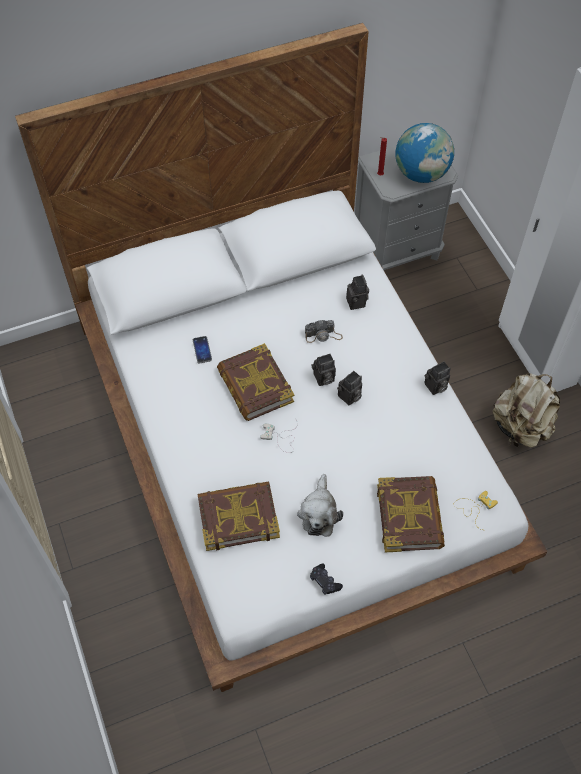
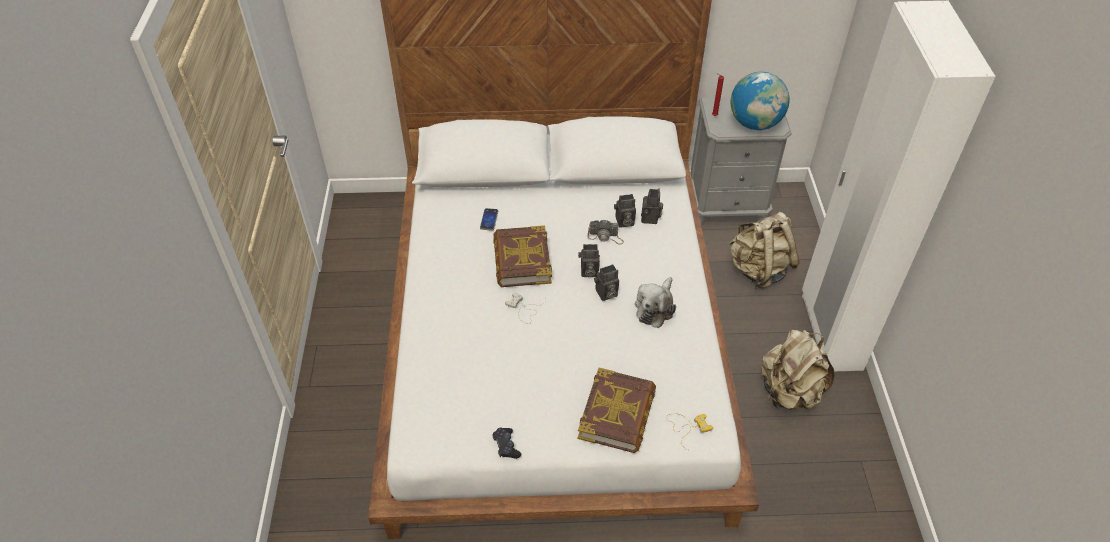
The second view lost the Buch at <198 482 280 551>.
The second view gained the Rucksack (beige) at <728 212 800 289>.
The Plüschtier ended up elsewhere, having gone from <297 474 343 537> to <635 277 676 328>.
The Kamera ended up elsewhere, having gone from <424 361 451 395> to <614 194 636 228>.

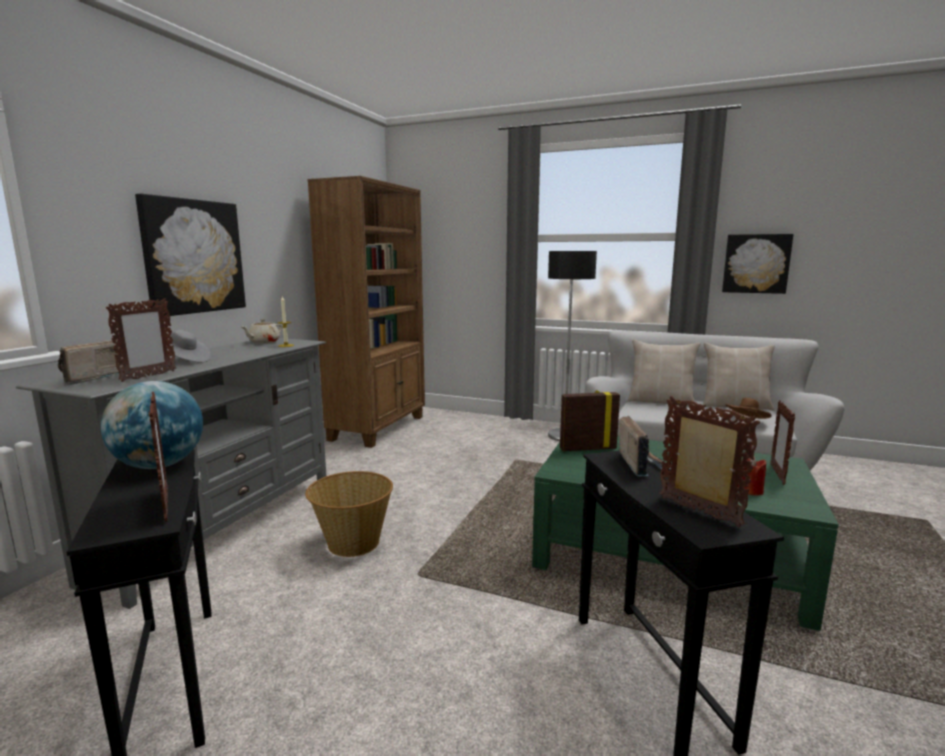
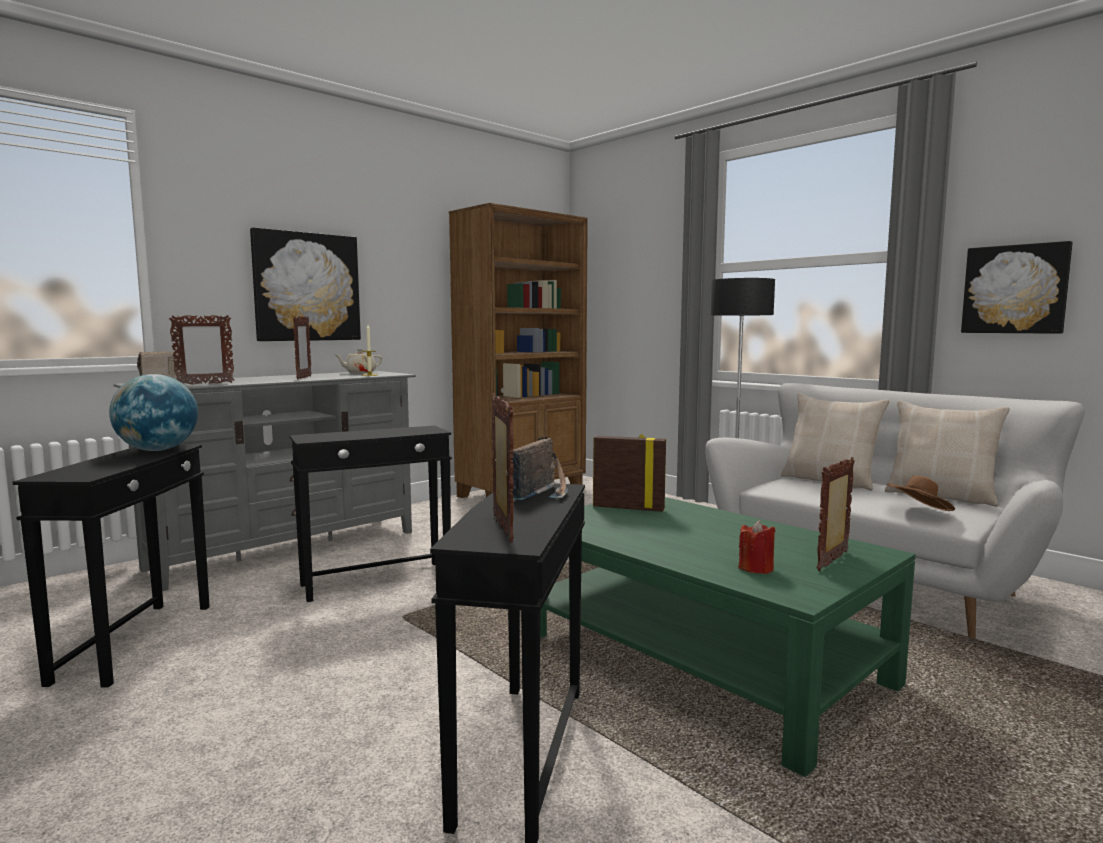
The second view lost the Hut (grau) at <167 330 212 363>.
The Bilderrahmen ended up elsewhere, having gone from <148 392 168 522> to <293 316 312 380>.
Where the Korb stood at <305 471 393 557>, the Beistelltisch (schwarz) came to stand at <290 426 452 602>.

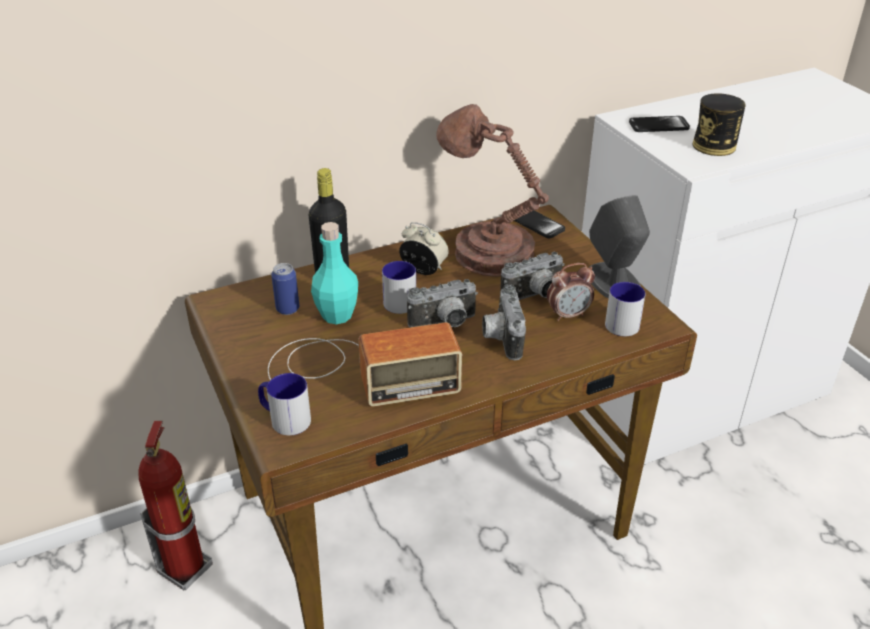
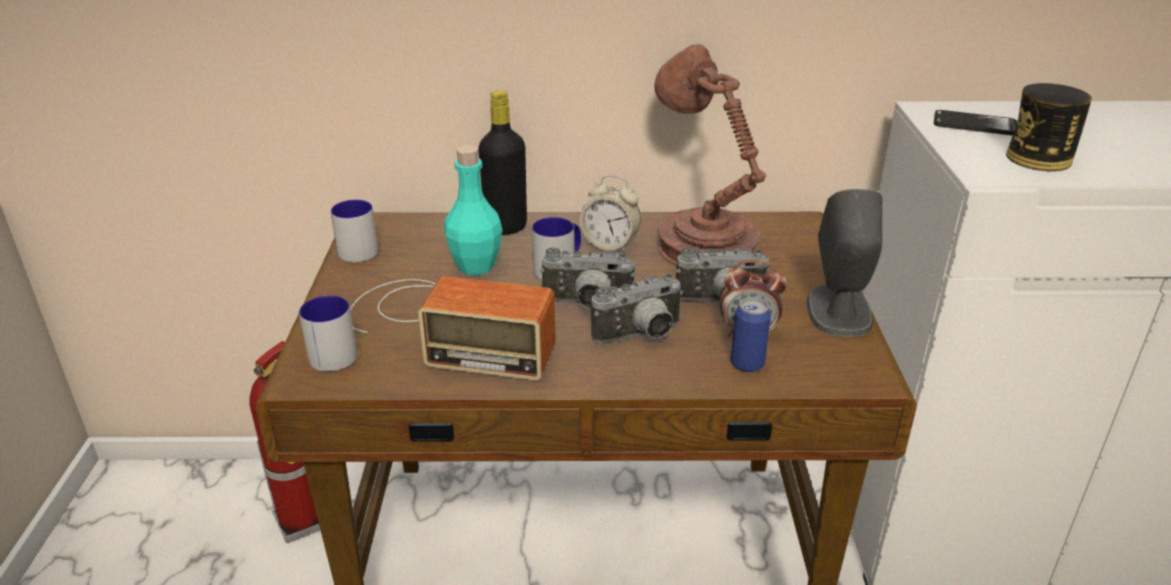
The second view lost the Handy at <513 211 565 238>.
The Dose ended up elsewhere, having gone from <271 263 299 315> to <731 297 771 373>.
The Henkelbecher ended up elsewhere, having gone from <605 282 645 336> to <331 200 378 262>.
The Wecker at <399 222 449 275> ended up facing another way, 150 degrees clockwise from before.
The Kamera at <482 284 526 360> ended up facing another way, 135 degrees counterclockwise from before.

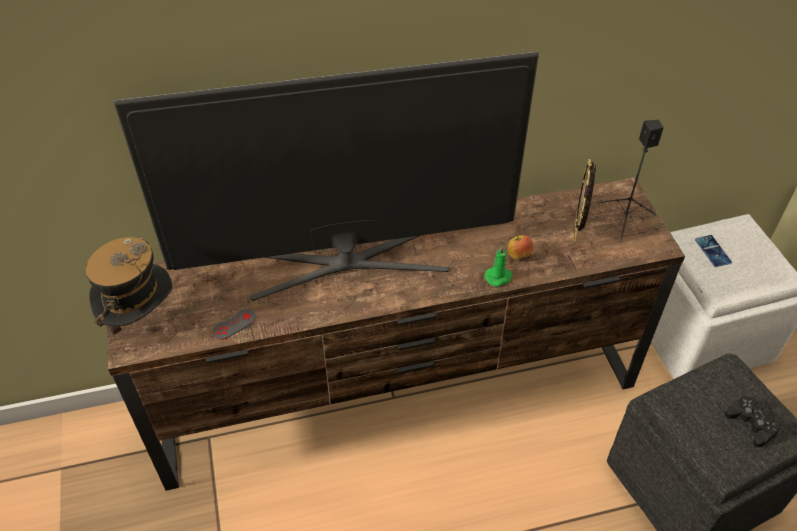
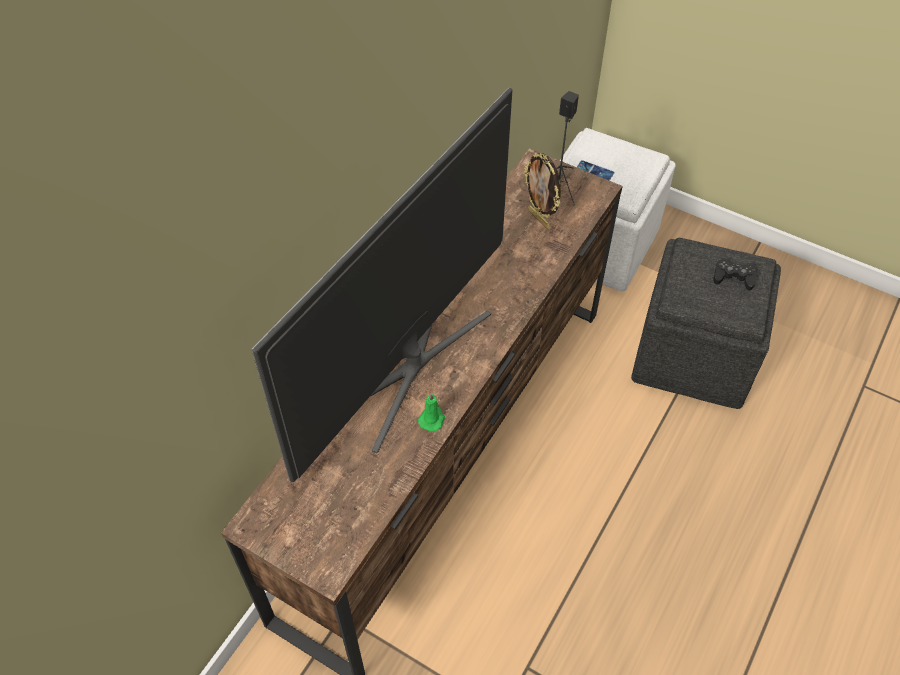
The second view lost the Hut at <86 237 172 352>.
The second view lost the Gamepad (grau) at <213 309 256 340>.
The second view lost the Apfel at <508 235 534 260>.
The Kerze (grün) ended up elsewhere, having gone from <484 245 513 287> to <418 393 445 432>.

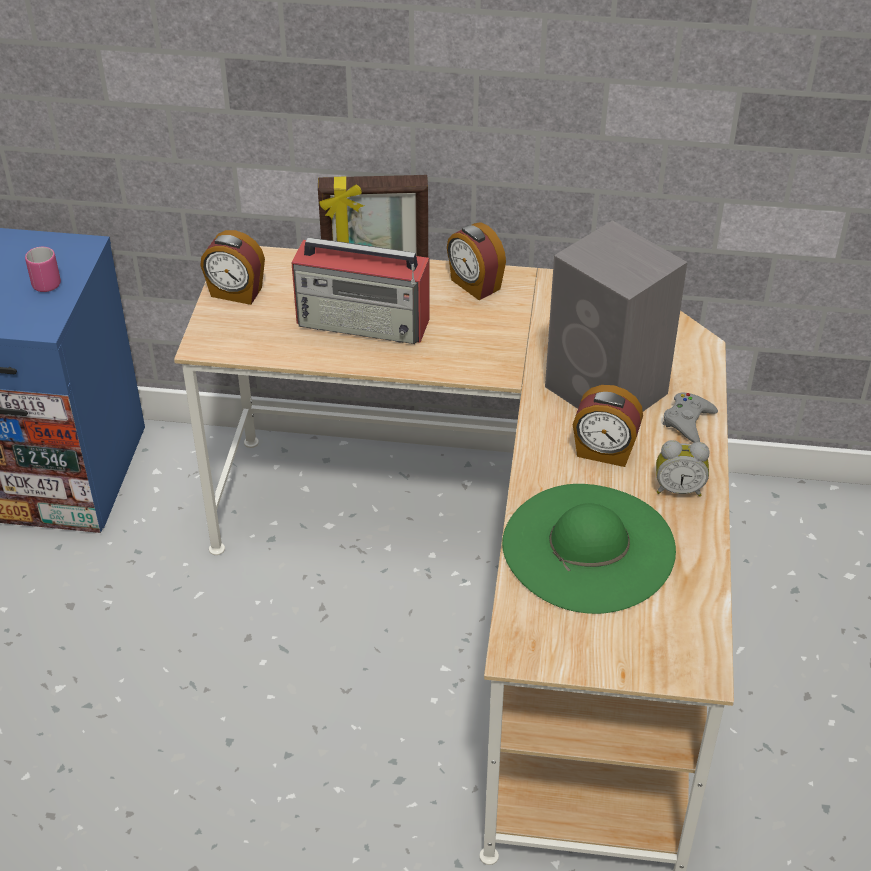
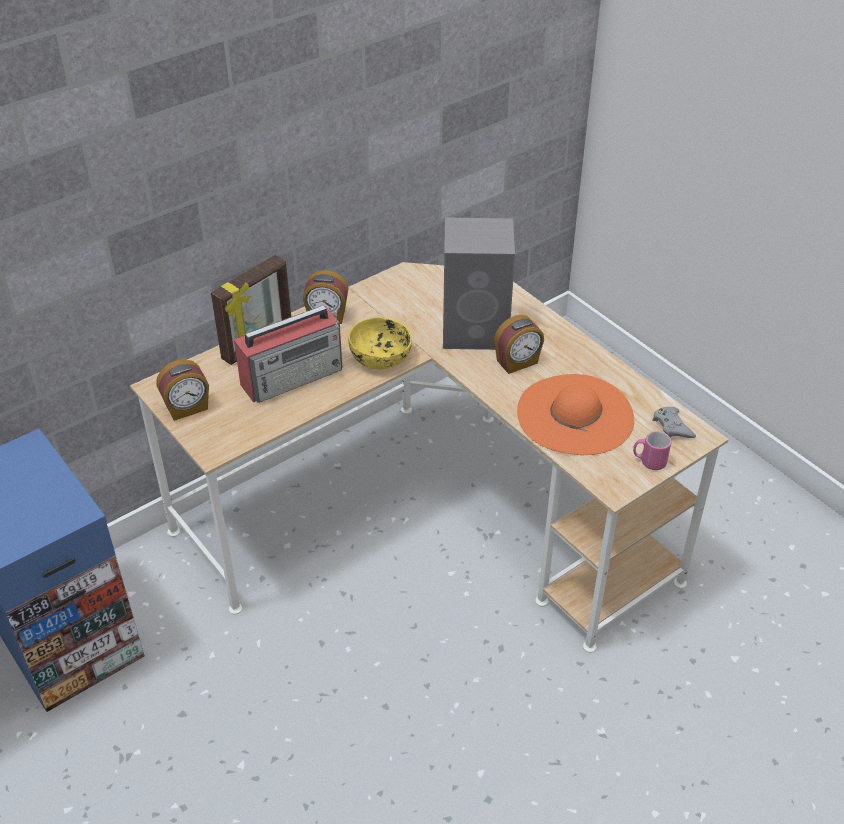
The second view lost the Wecker at <656 440 709 497>.
The second view gained the Schüssel (gelb) at <348 317 412 369>.
The Henkelbecher (rosa) ended up elsewhere, having gone from <25 247 61 292> to <633 431 671 470>.
The Gamepad (grau) ended up elsewhere, having gone from <662 393 718 443> to <653 407 696 438>.
What was the Hut (grün) at <502 484 676 614> turned into the Hut (orange) at <517 374 634 455>.

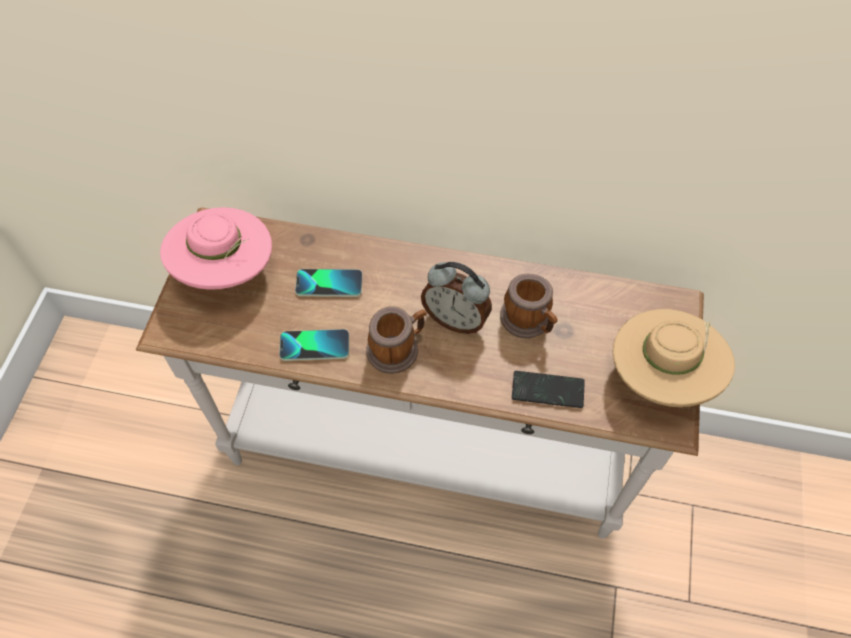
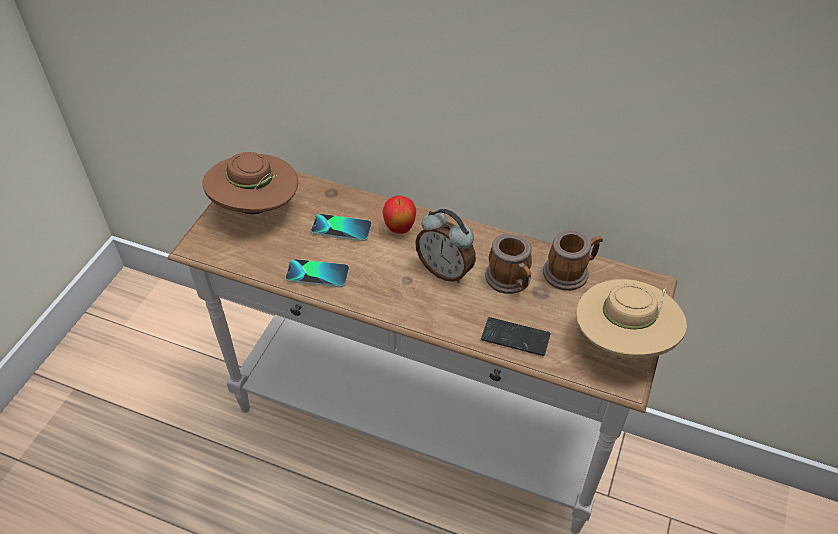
The second view gained the Apfel at <382 195 416 234>.
The Henkelbecher ended up elsewhere, having gone from <366 306 427 374> to <543 229 603 291>.
What was the Hut (rosa) at <160 207 272 290> turned into the Hut (braun) at <202 152 298 214>.

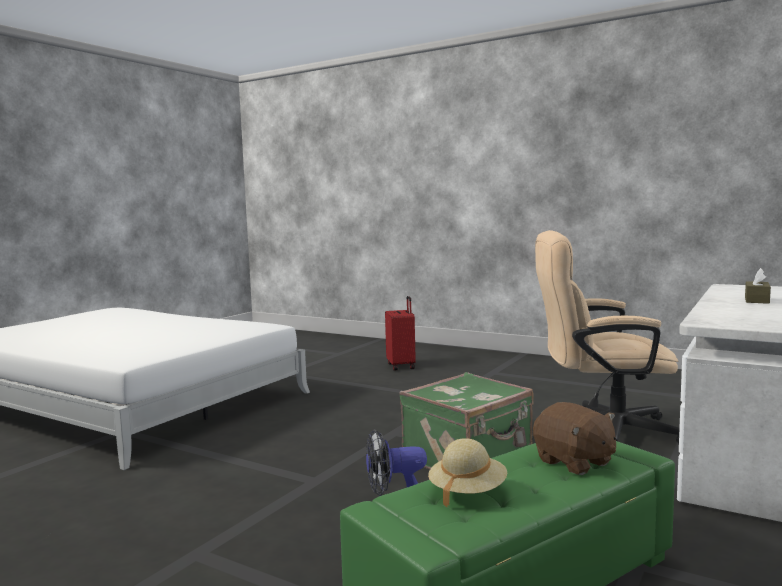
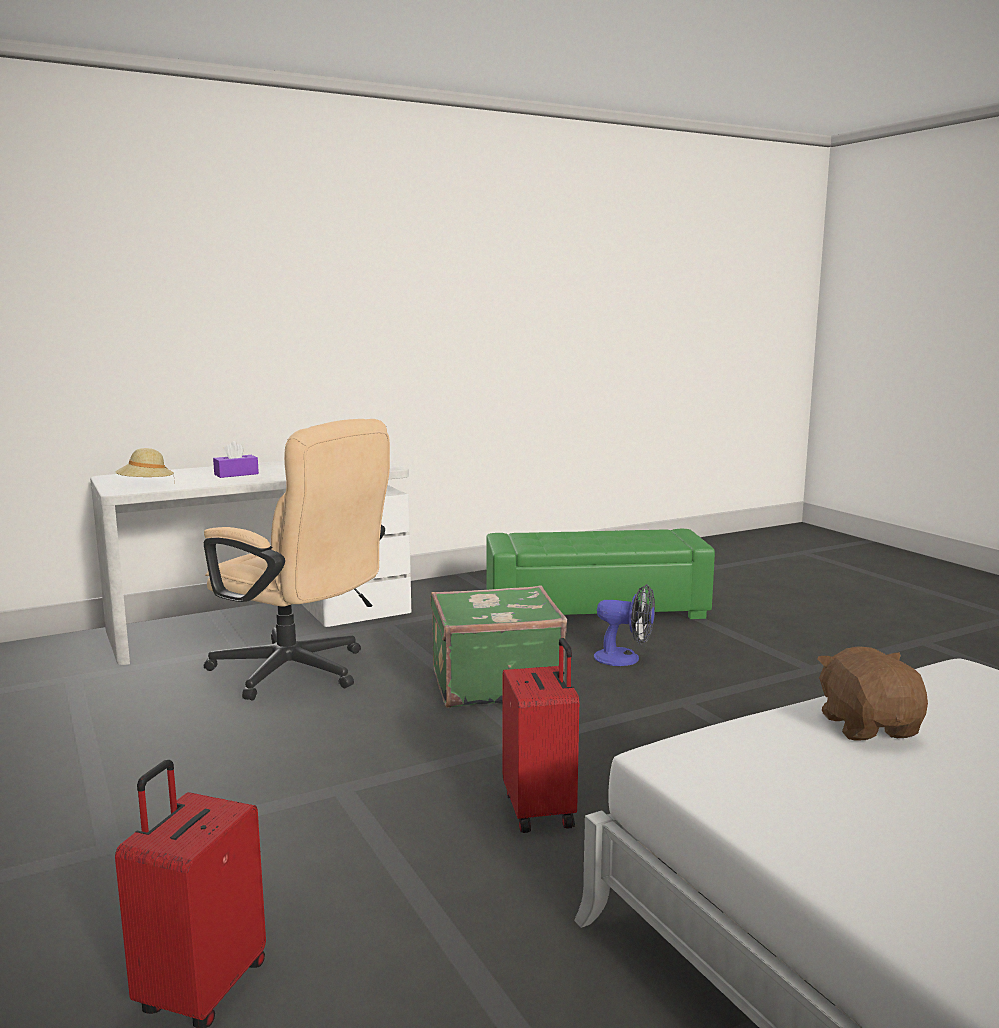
The second view gained the Koffer (rot) at <503 638 579 833>.
The Hut (beige) ended up elsewhere, having gone from <428 438 507 507> to <115 448 175 484>.
The Plüschtier (braun) ended up elsewhere, having gone from <533 402 616 475> to <817 646 928 741>.
What was the Taschentuchbox (braun) at <745 268 771 304> turned into the Taschentuchbox (lila) at <213 441 259 478>.

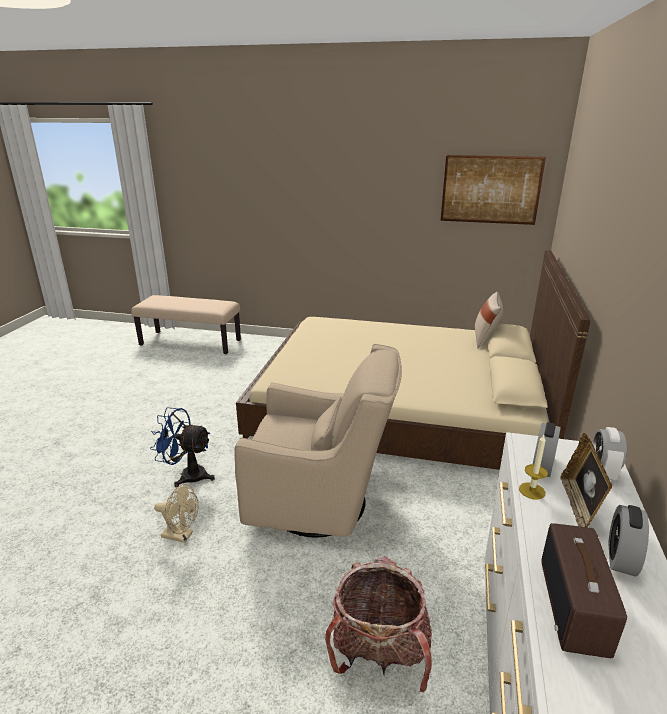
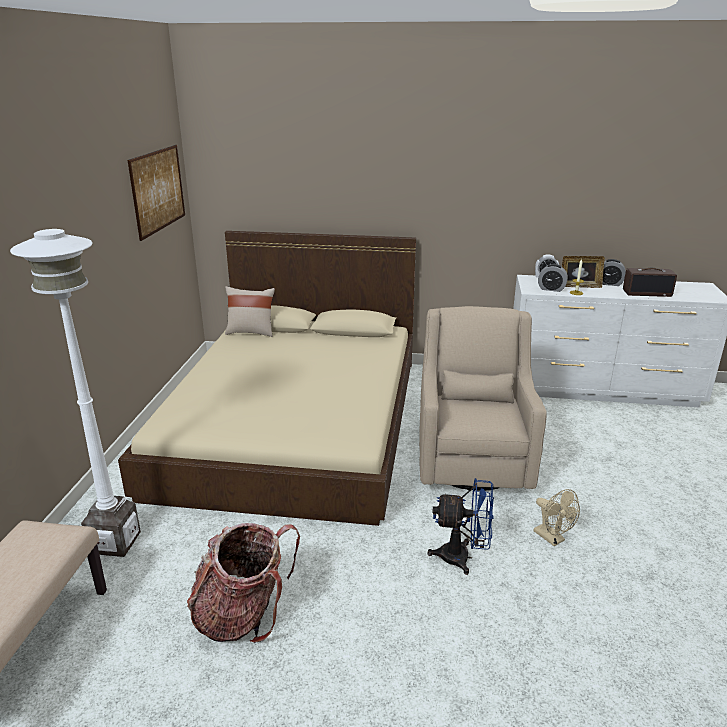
The second view gained the Stehlampe (weiß) at <10 229 141 557>.
The Rucksack ended up elsewhere, having gone from <325 556 432 693> to <187 523 300 643>.
The Ventilator (blau) at <150 407 215 487> ended up facing another way, 90 degrees counterclockwise from before.
The Ventilator (beige) at <154 484 199 543> ended up facing another way, 135 degrees clockwise from before.

